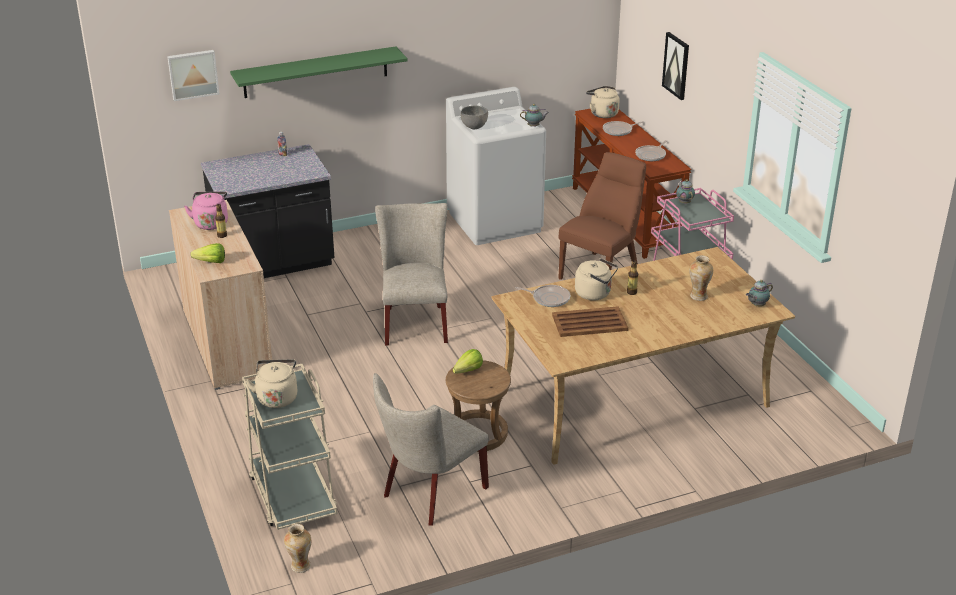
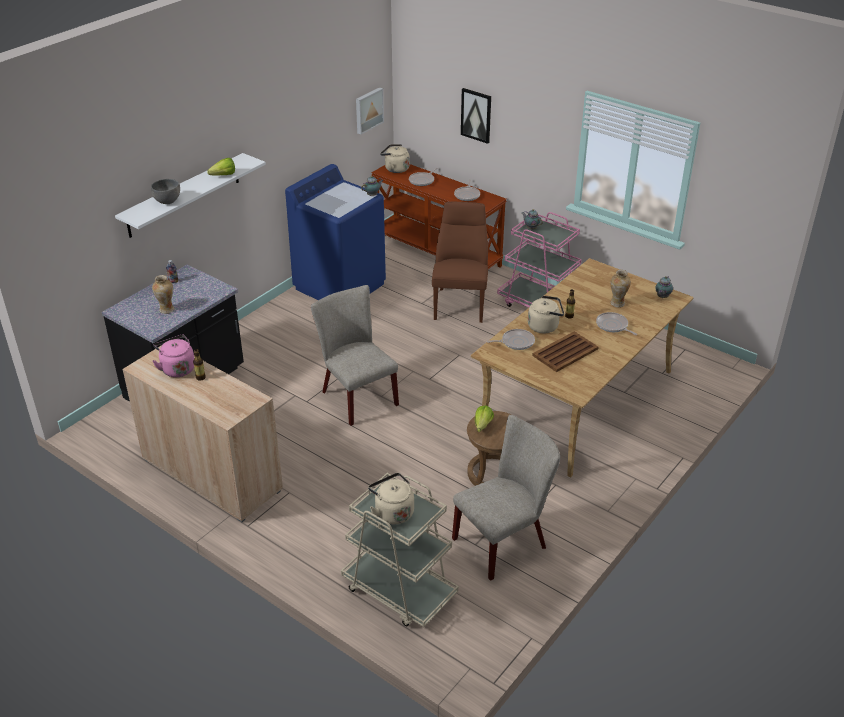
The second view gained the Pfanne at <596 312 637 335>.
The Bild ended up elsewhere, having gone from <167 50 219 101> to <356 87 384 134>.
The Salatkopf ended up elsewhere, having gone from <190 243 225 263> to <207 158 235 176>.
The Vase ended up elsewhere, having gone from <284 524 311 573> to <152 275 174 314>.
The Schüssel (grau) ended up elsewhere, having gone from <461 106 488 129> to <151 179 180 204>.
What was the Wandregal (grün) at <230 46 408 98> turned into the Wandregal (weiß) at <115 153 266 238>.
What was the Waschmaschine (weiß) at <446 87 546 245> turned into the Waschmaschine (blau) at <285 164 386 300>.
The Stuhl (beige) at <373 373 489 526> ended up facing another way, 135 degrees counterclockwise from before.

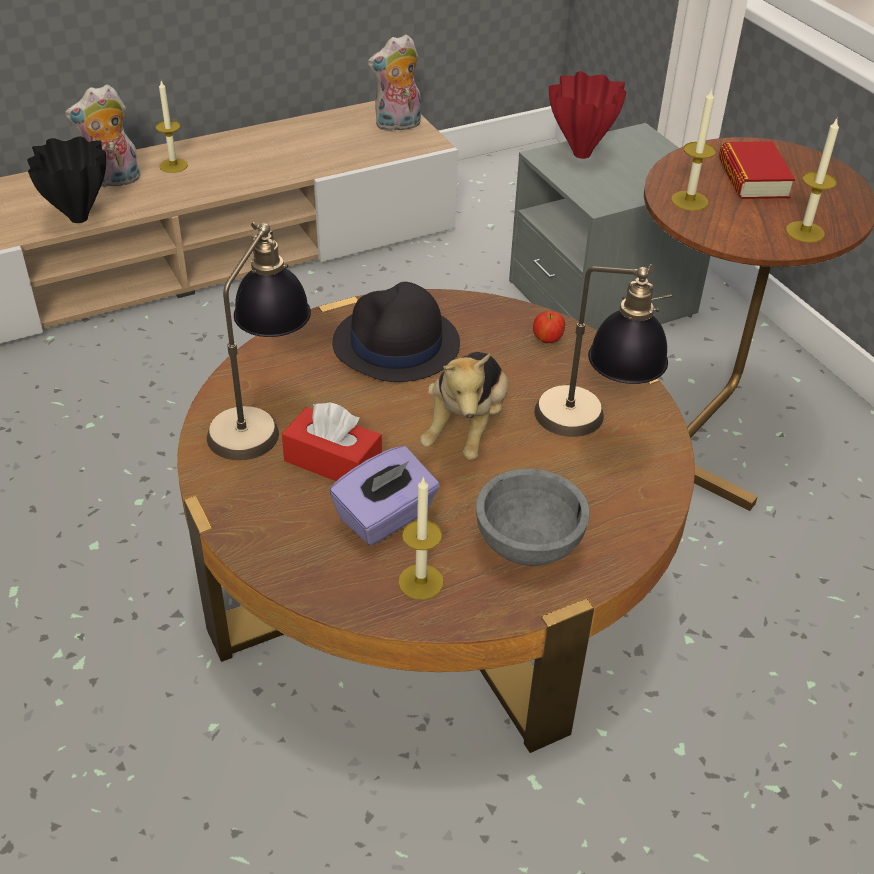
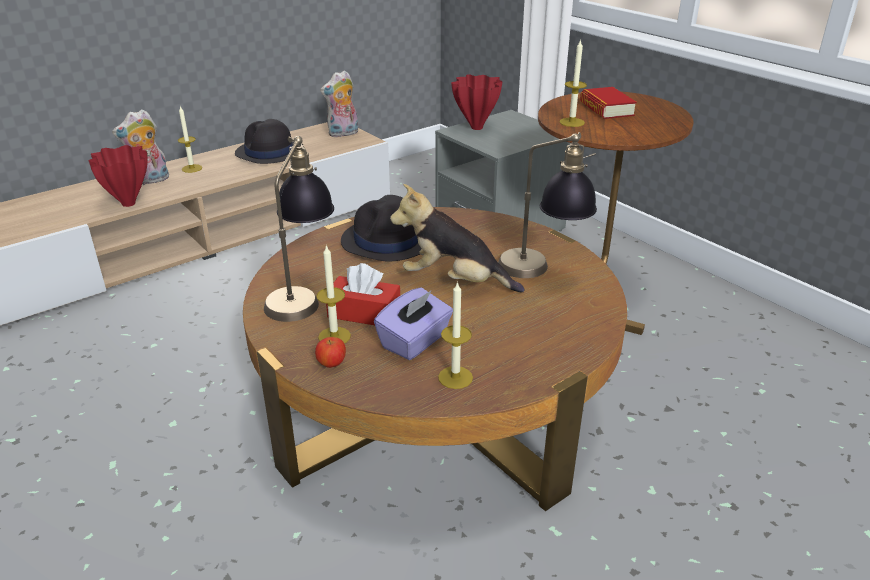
The second view lost the Schüssel (grau) at <476 469 590 566>.
The second view gained the Hut (schwarz) at <235 119 294 164>.
The Apfel ended up elsewhere, having gone from <533 311 565 343> to <315 337 346 368>.
The Kerze ended up elsewhere, having gone from <786 119 839 243> to <316 245 351 344>.
What was the Vase (schwarz) at <27 136 106 223> turned into the Vase (rot) at <89 145 148 207>.
The Plüschtier at <420 352 509 460> ended up facing another way, 105 degrees clockwise from before.

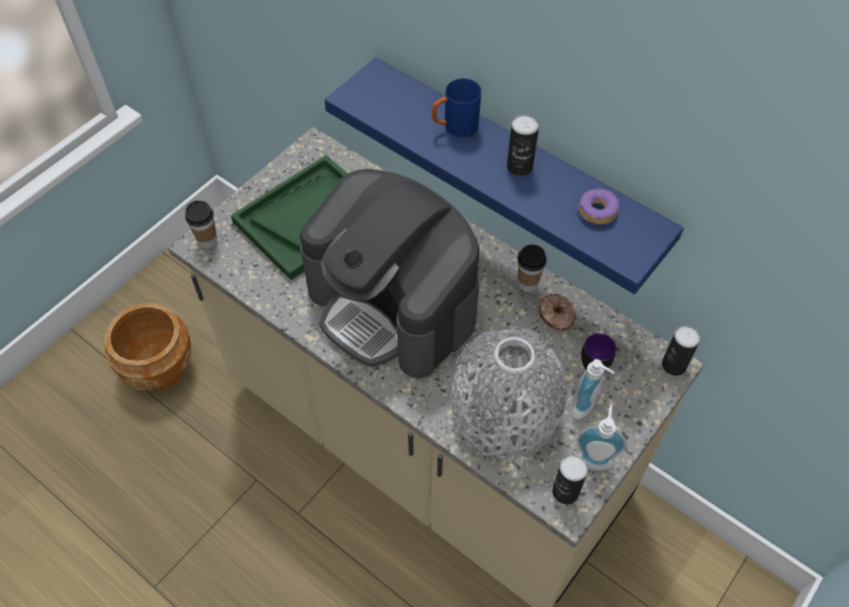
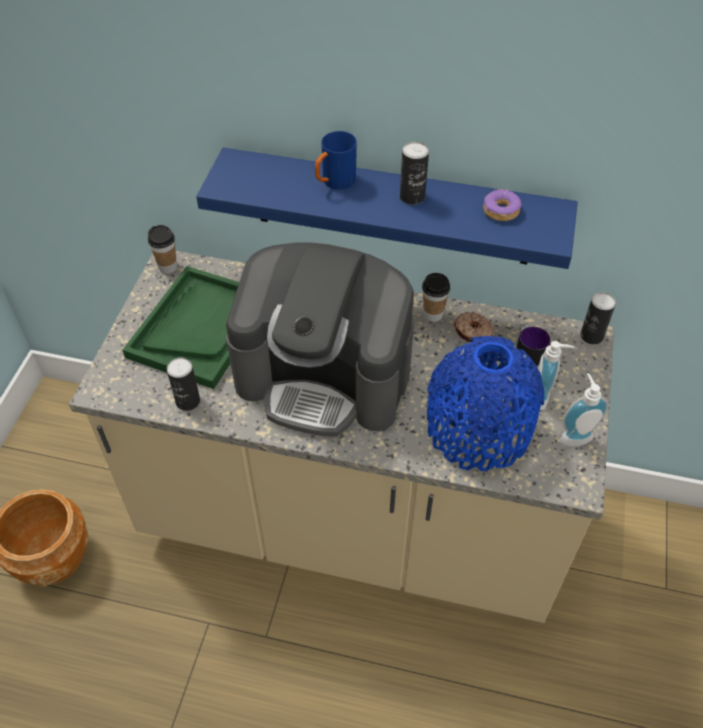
The Tasse ended up elsewhere, having gone from <185 200 217 249> to <148 225 177 274>.
The Dose ended up elsewhere, having gone from <552 455 588 504> to <167 357 200 411>.
What was the Vase (grau) at <452 326 567 461> turned into the Vase (blau) at <427 336 544 471>.

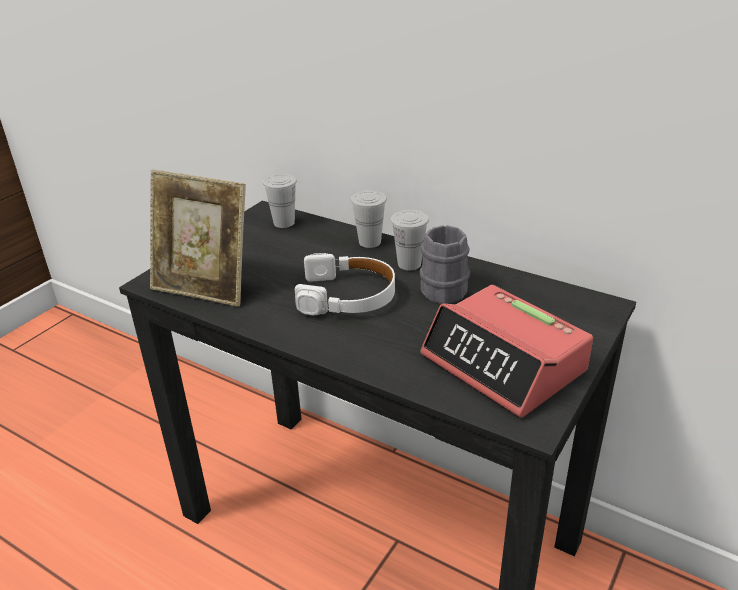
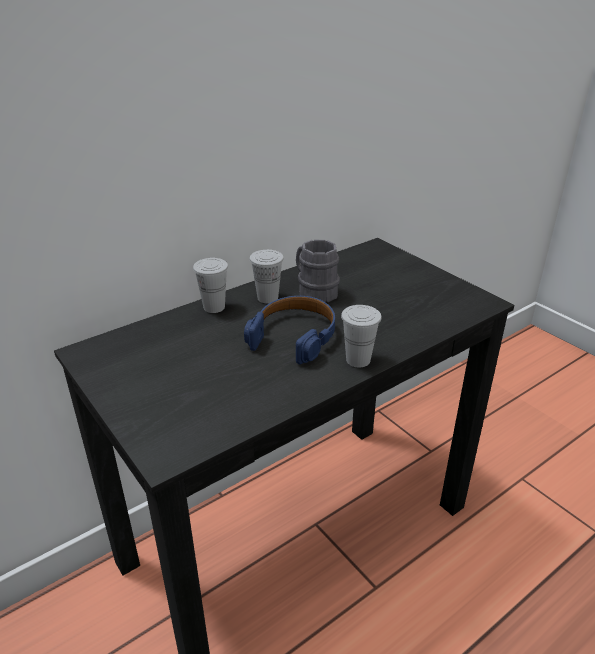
The second view lost the Bilderrahmen at <150 169 245 307>.
The second view lost the Wecker at <420 285 593 418>.
The Tasse (weiß) ended up elsewhere, having gone from <263 174 297 228> to <341 305 382 368>.
What was the Kopfhörer (weiß) at <295 253 395 315> turned into the Kopfhörer (blau) at <244 296 335 364>.

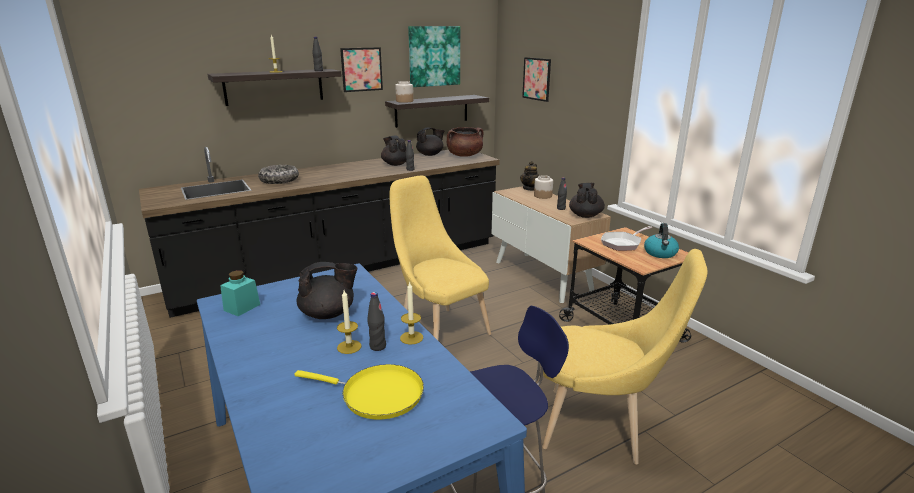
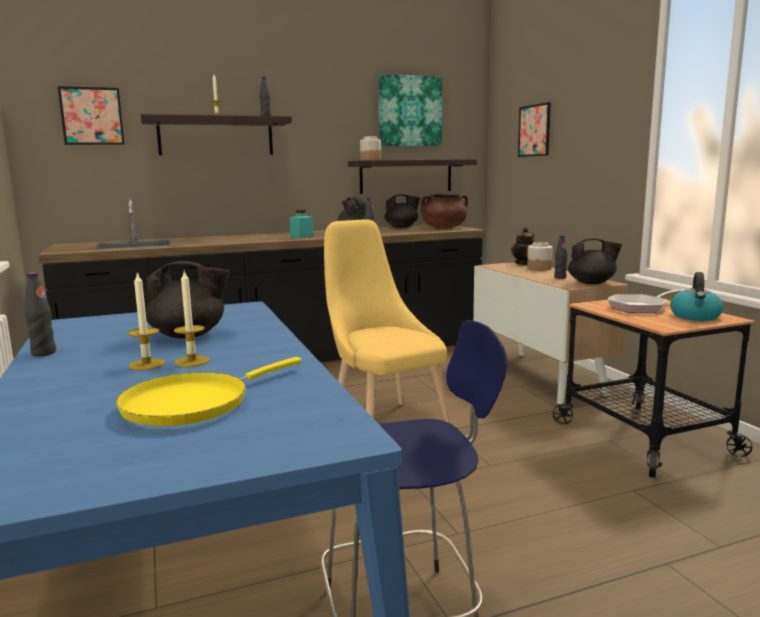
The second view lost the Schüssel at <258 165 299 184>.
The second view lost the Stuhl (gelb) at <542 249 707 464>.
The Vorratsglas (türkis) ended up elsewhere, having gone from <220 270 260 316> to <290 210 314 238>.
The Bild ended up elsewhere, having gone from <340 47 383 92> to <57 86 125 145>.
The Flasche (schwarz) ended up elsewhere, having gone from <367 292 386 351> to <25 273 56 356>.
The Kerze ended up elsewhere, having gone from <400 281 423 344> to <127 271 165 370>.
The Pfanne (gelb) at <294 364 424 420> ended up facing another way, 105 degrees clockwise from before.
The Teekanne (schwarz) at <569 183 605 218> ended up facing another way, 75 degrees clockwise from before.

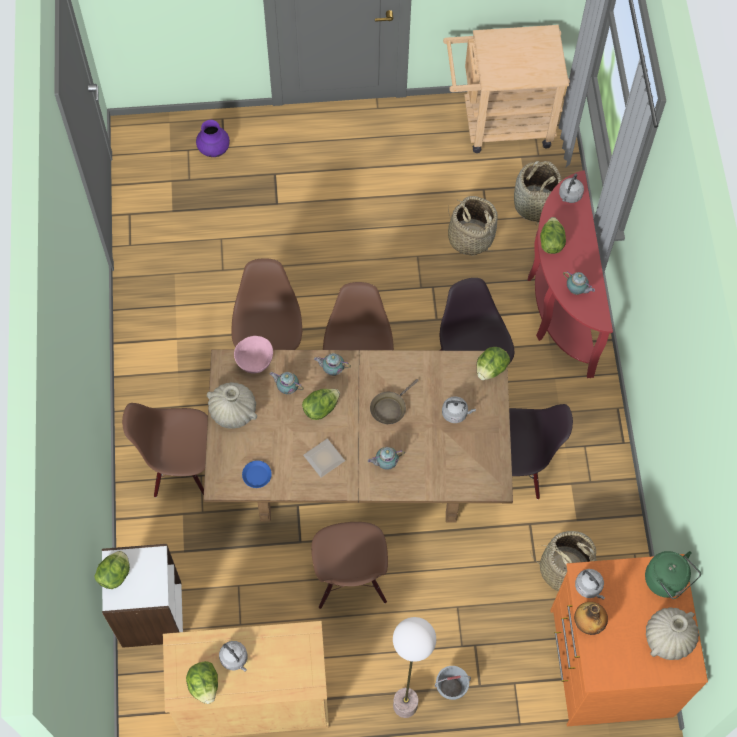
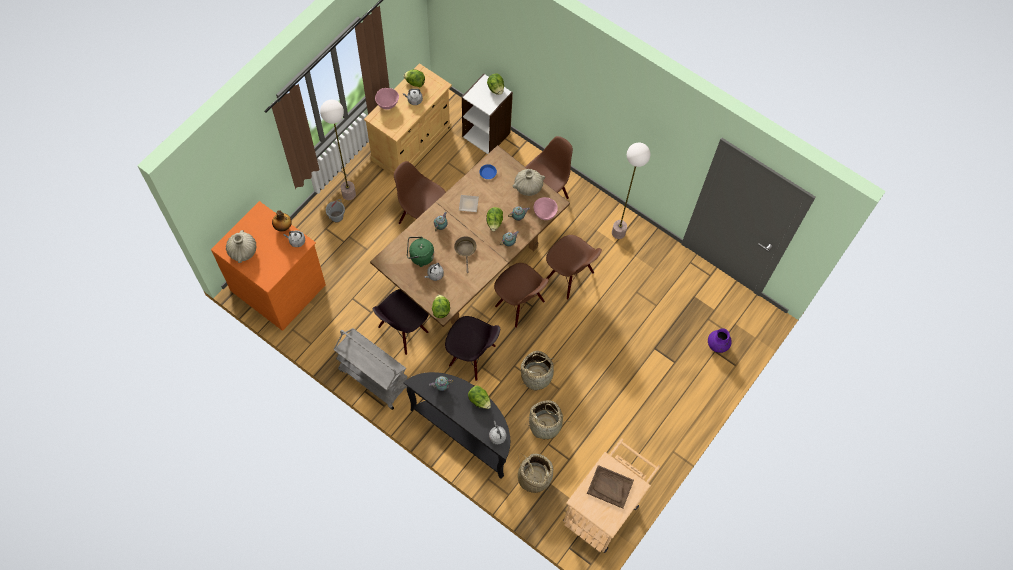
The second view gained the Rollwagen (grau) at <333 328 407 410>.
The second view gained the Schüssel (rosa) at <375 88 399 110>.
The second view gained the Tablett (braun) at <587 465 634 509>.
The second view gained the Stehlampe at <612 143 650 239>.
The Korb ended up elsewhere, having gone from <530 531 597 591> to <521 351 557 391>.
The Wasserkessel (grün) ended up elsewhere, having gone from <645 551 701 599> to <407 237 434 267>.
What was the Konsolentisch (rot) at <527 170 613 378> turned into the Konsolentisch (schwarz) at <404 372 510 479>.

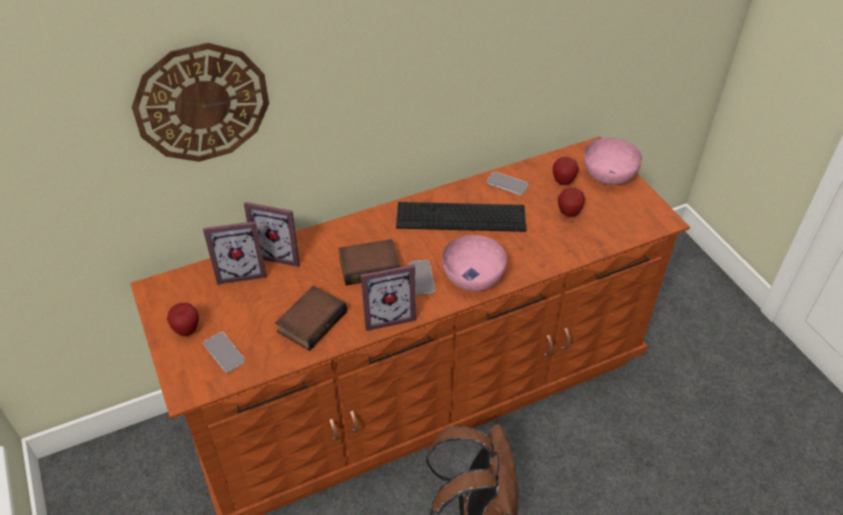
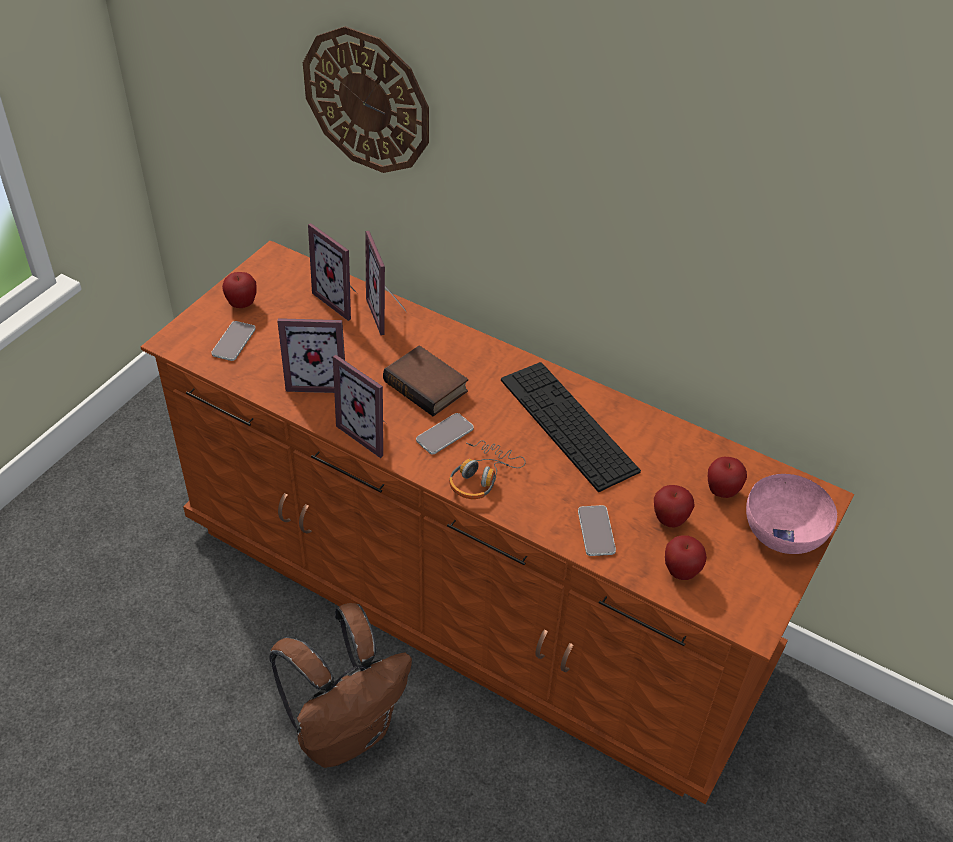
The second view gained the Apfel at <665 535 707 580>.
The Handy ended up elsewhere, having gone from <487 172 528 195> to <578 505 616 556>.
Where the Buch stood at <275 286 347 351>, the Bilderrahmen came to stand at <277 318 345 393>.
Where the Schüssel (rosa) stood at <442 235 507 291>, the Kopfhörer came to stand at <449 440 526 499>.

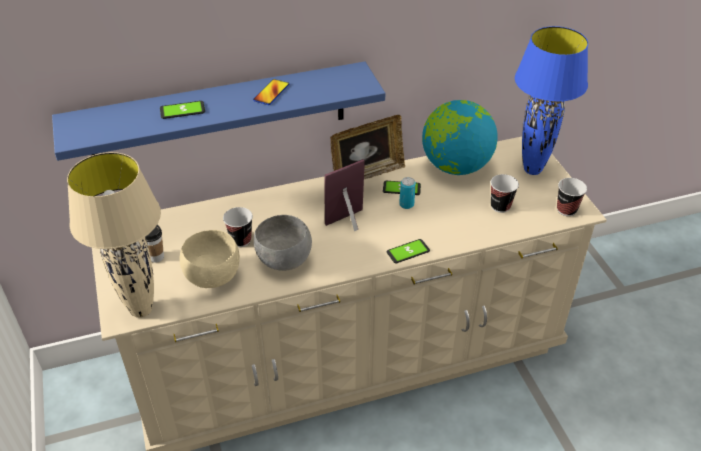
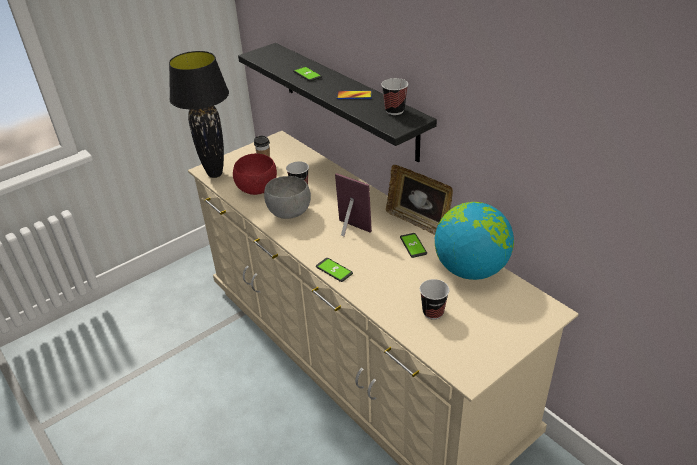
The second view lost the Dose at <399 177 416 209>.
The second view lost the Tischlampe (blau) at <515 26 588 175>.
The Tasse ended up elsewhere, having gone from <557 178 587 216> to <381 78 408 115>.
What was the Wandregal (blau) at <52 62 385 161> turned into the Wandregal (schwarz) at <238 43 437 162>.
What was the Tischlampe (beige) at <67 152 161 318> turned into the Tischlampe (schwarz) at <169 51 229 178>.
What was the Schüssel (beige) at <180 230 240 288> turned into the Schüssel (rot) at <233 153 277 195>.

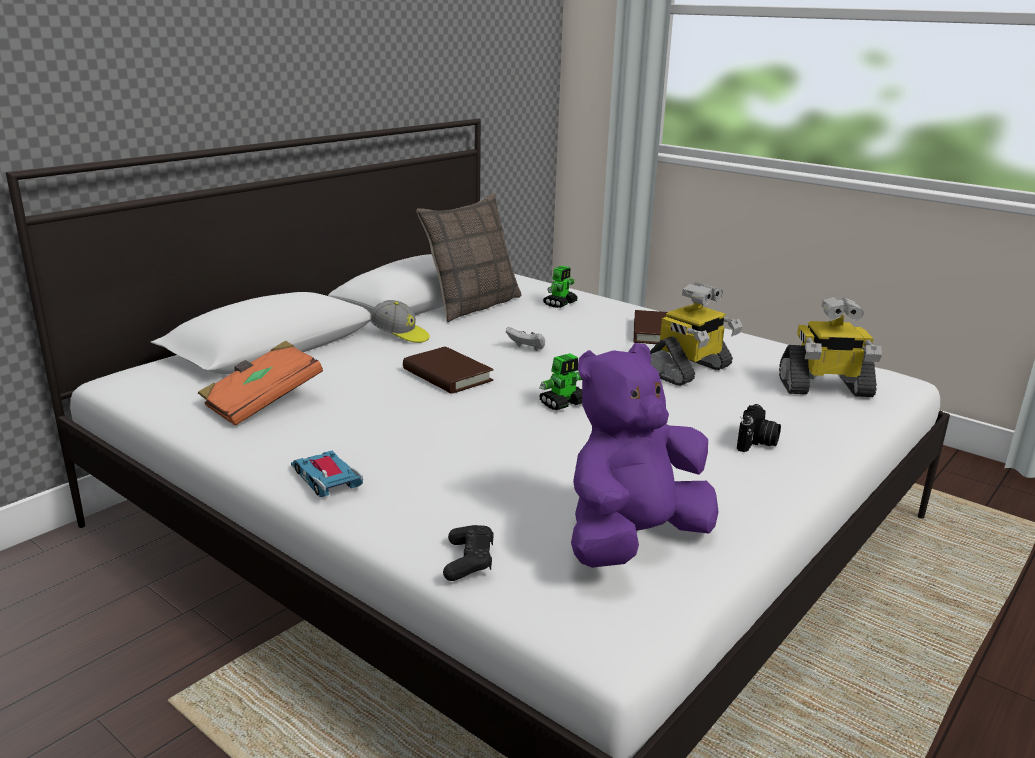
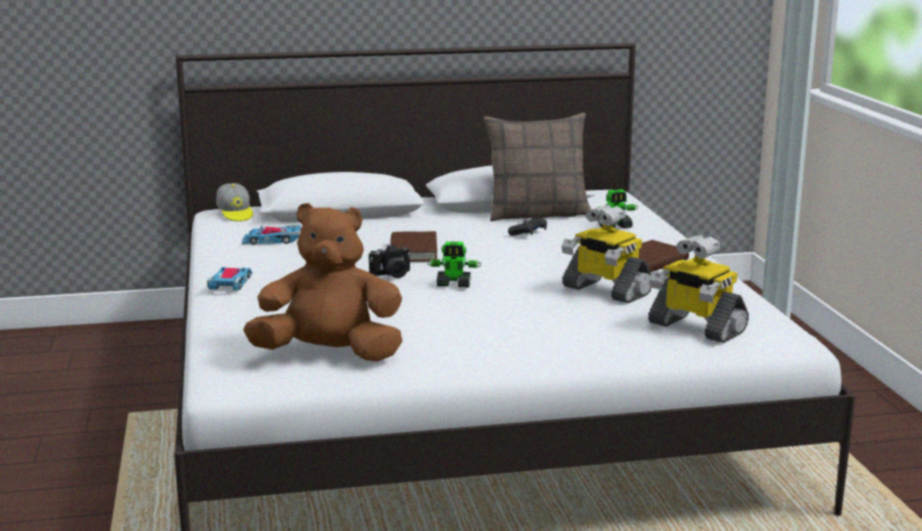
The second view lost the Gamepad (weiß) at <506 327 545 350>.
The Kappe ended up elsewhere, having gone from <370 300 430 343> to <216 183 253 221>.
The Gamepad (schwarz) ended up elsewhere, having gone from <443 525 494 581> to <508 218 547 236>.
The Kamera ended up elsewhere, having gone from <737 404 781 452> to <369 244 411 278>.
Where the Buch (orange) stood at <198 341 323 426>, the Spielzeugauto came to stand at <242 225 301 245>.
What was the Plüschtier (lila) at <571 343 719 568> turned into the Plüschtier (braun) at <243 203 402 361>.
The Spielzeugroboter at <650 282 743 386> ended up facing another way, 45 degrees clockwise from before.

